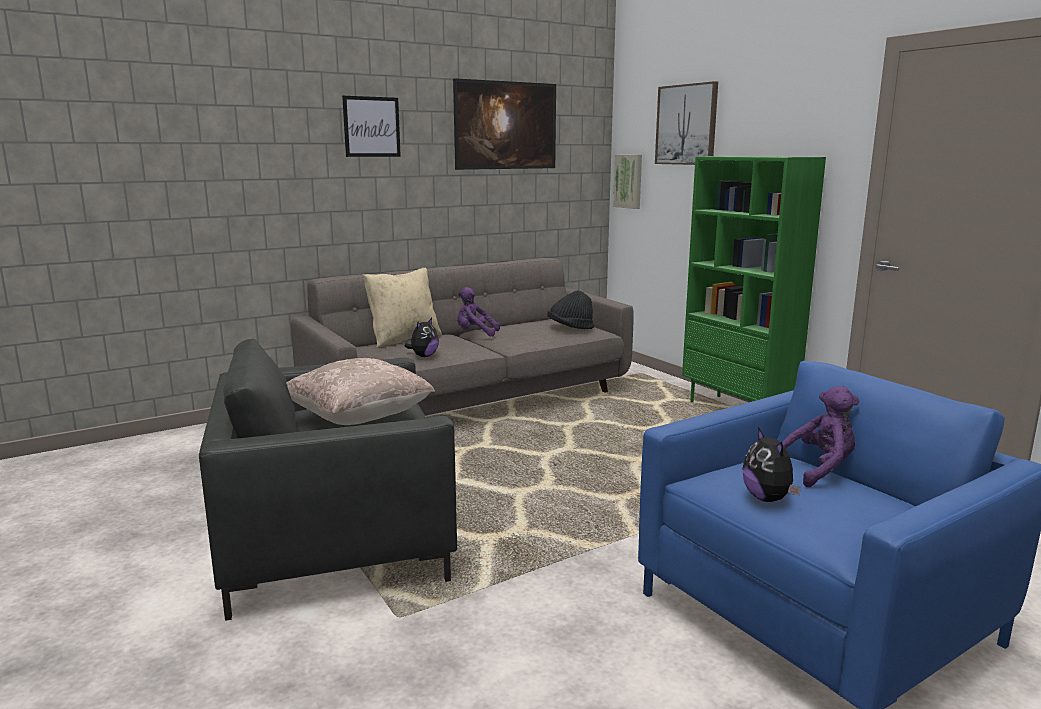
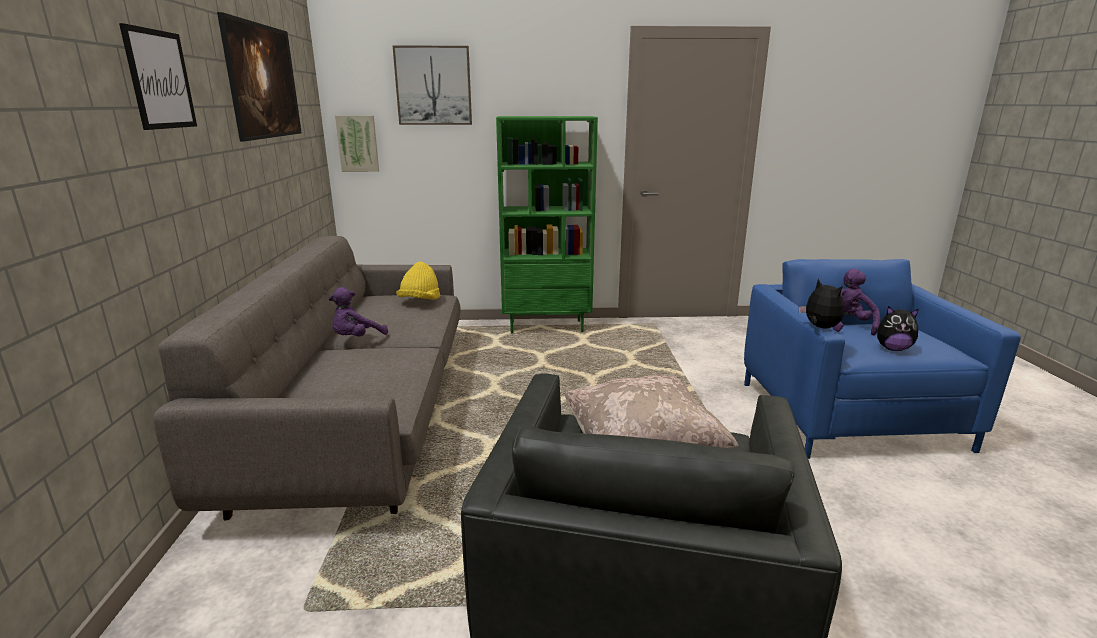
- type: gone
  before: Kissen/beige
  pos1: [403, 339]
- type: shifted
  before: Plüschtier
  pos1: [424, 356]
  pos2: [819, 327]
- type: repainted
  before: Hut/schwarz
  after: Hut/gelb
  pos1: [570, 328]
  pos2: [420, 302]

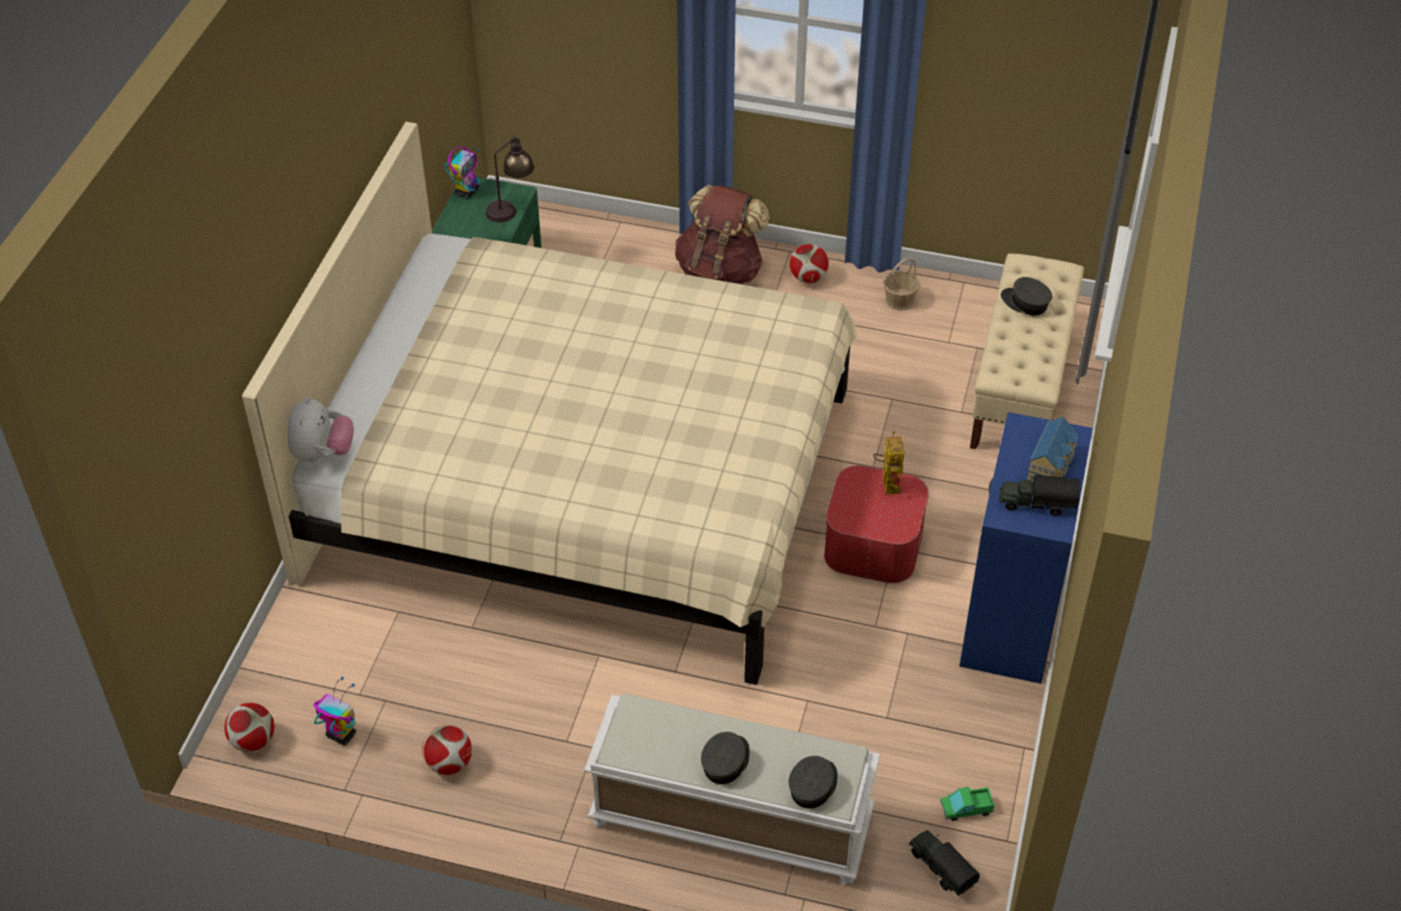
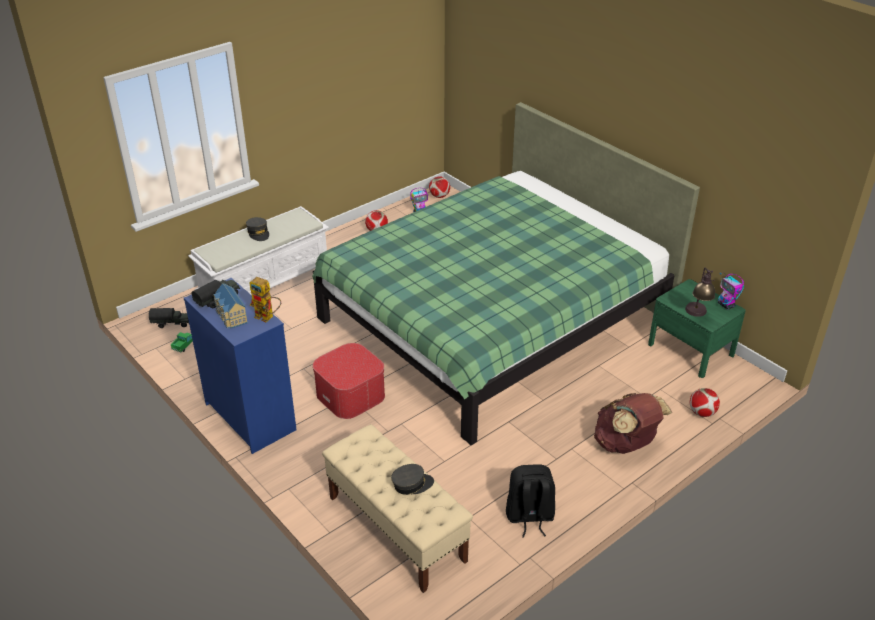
- type: gone
  before: Plüschtier
  pos1: [322, 453]
- type: gone
  before: Kappe/grau
  pos1: [813, 786]
- type: shifted
  before: Fußball
  pos1: [808, 278]
  pos2: [702, 413]
- type: shifted
  before: Spielzeugroboter
  pos1: [888, 481]
  pos2: [268, 317]
- type: swapped
  before: Korb
  after: Rucksack/schwarz
  pos1: [900, 300]
  pos2: [529, 517]
- type: repainted
  before: Bett/beige
  after: Bett/grün
  pos1: [582, 484]
  pos2: [493, 319]

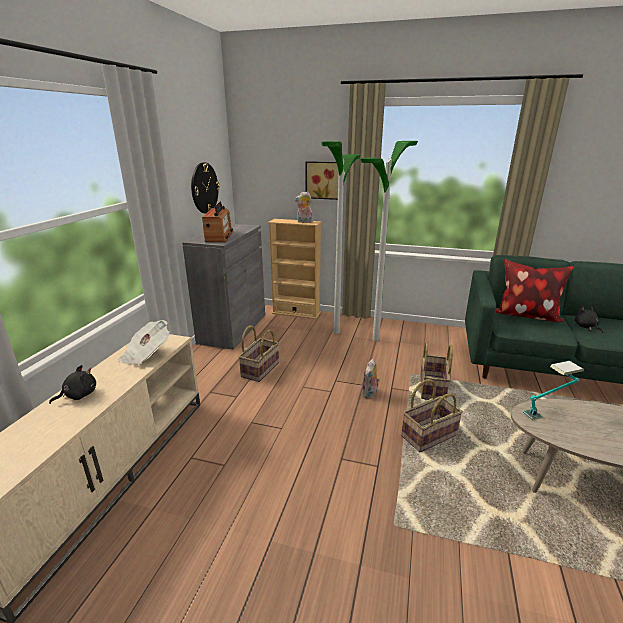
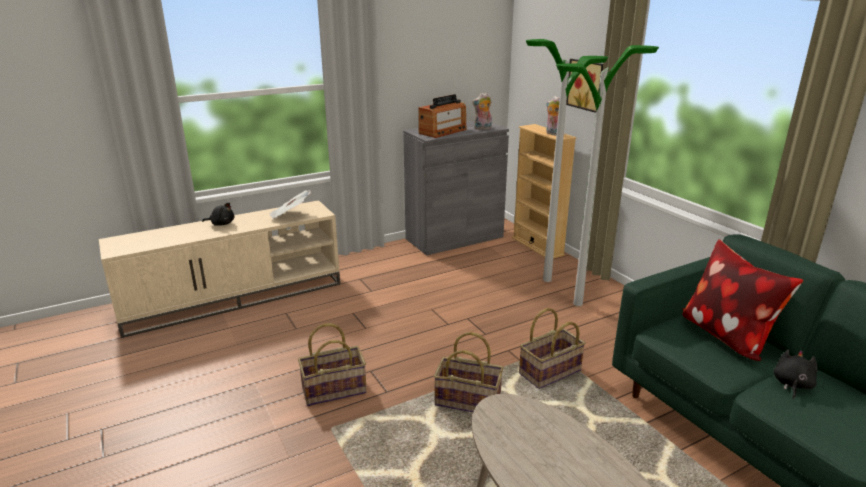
- type: gone
  before: Wanduhr
  pos1: [204, 188]
- type: gone
  before: Tischlampe
  pos1: [547, 411]
- type: shifted
  before: Korb
  pos1: [260, 369]
  pos2: [334, 389]
- type: shifted
  before: Plüschtier
  pos1: [369, 394]
  pos2: [482, 128]

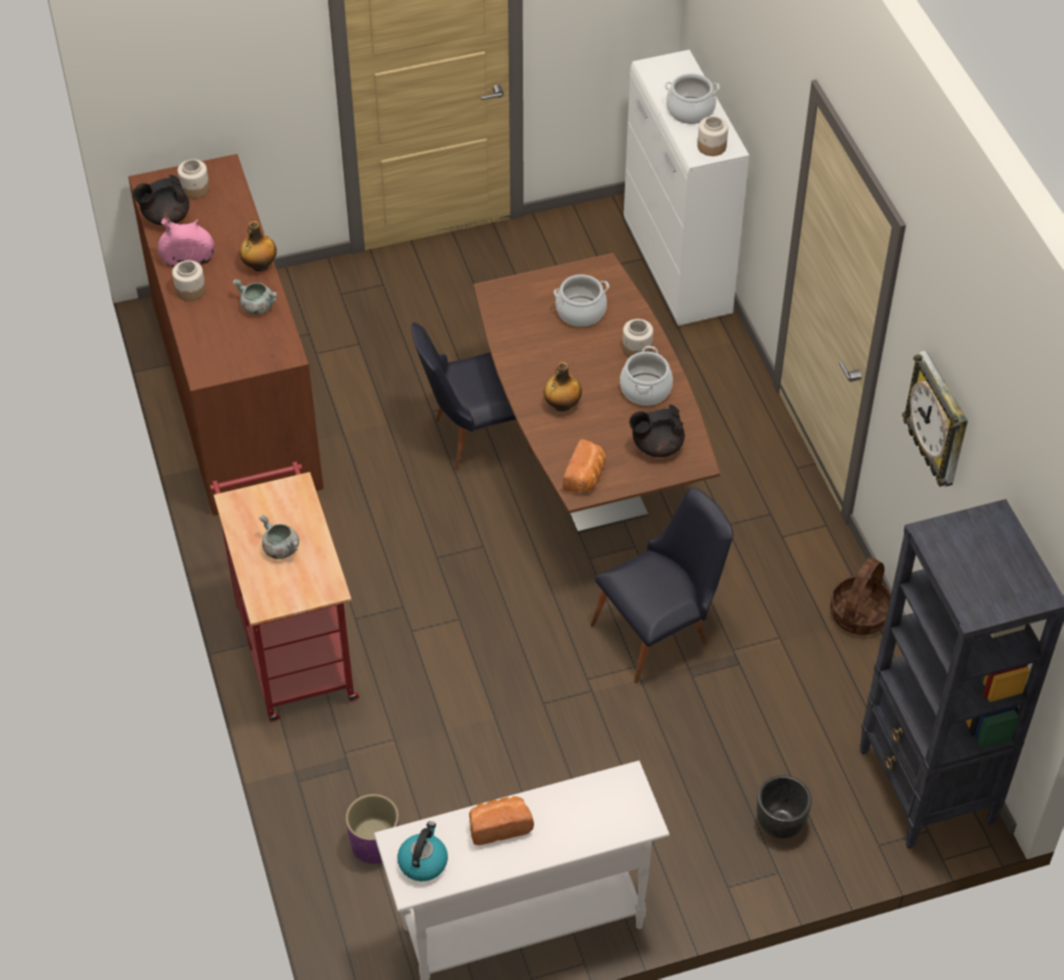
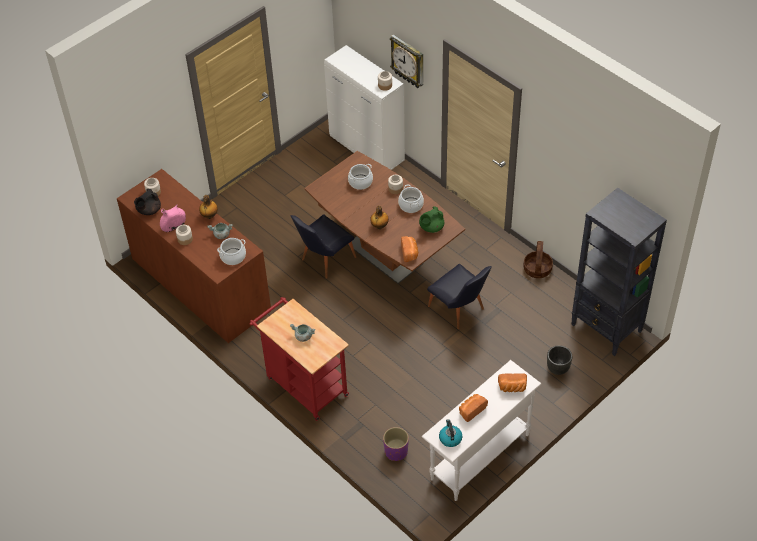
- type: new
  after: Brot
  pos2: [512, 388]
- type: shifted
  before: Kochtopf
  pos1: [690, 111]
  pos2: [233, 257]
- type: shifted
  before: Wanduhr
  pos1: [939, 422]
  pos2: [408, 61]
- type: repainted
  before: Teekanne/schwarz
  after: Teekanne/grün
  pos1: [656, 446]
  pos2: [431, 227]
- type: rotated
  before: Stuhl/schwarz
  pos1: [660, 631]
  pos2: [459, 311]
  turn: 105

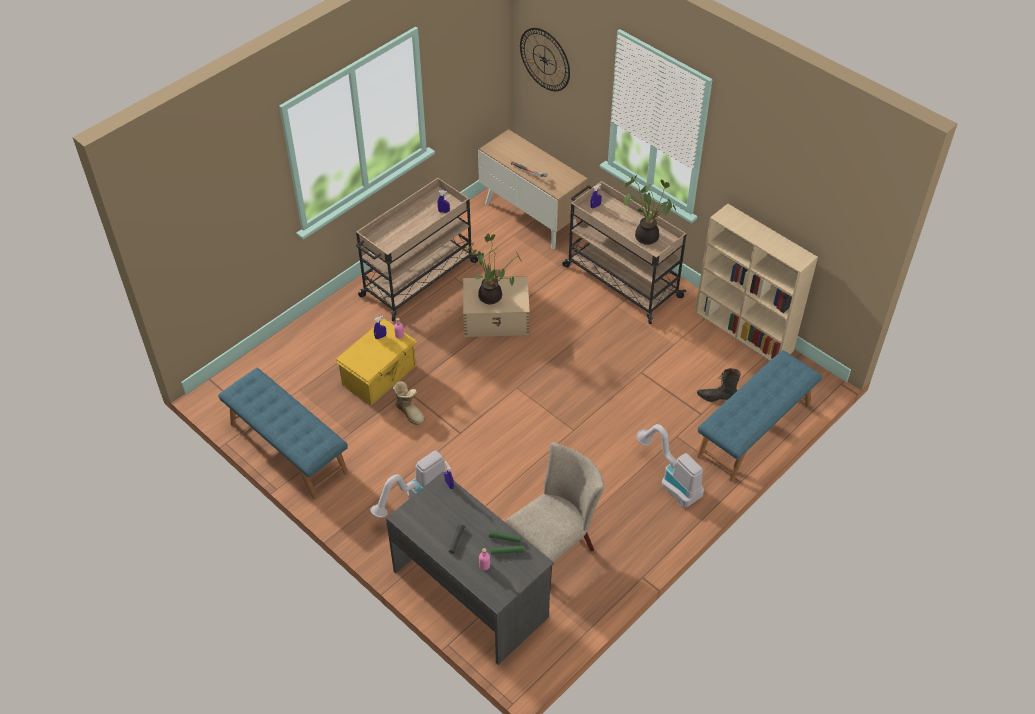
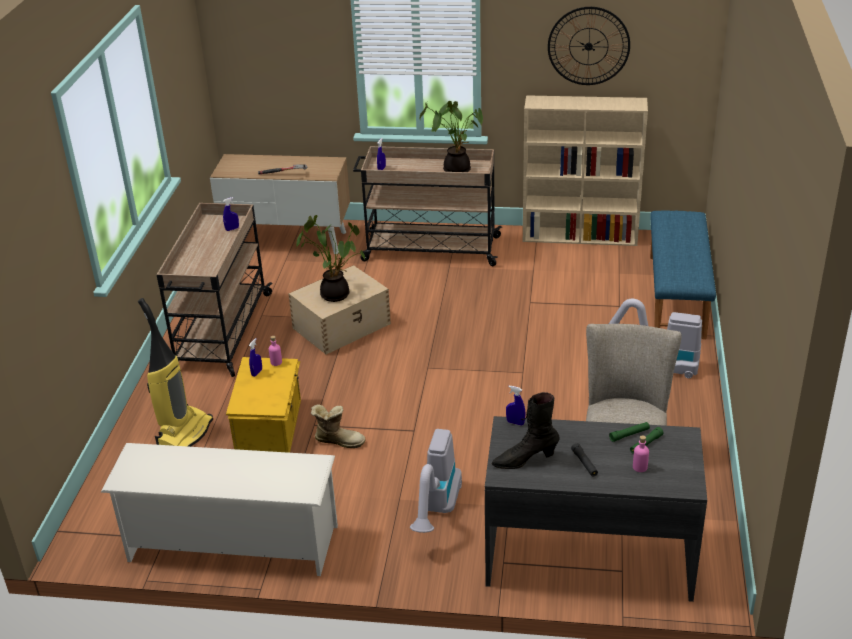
- type: new
  after: Staubsauger
  pos2: [184, 432]
- type: shifted
  before: Wanduhr
  pos1: [544, 59]
  pos2: [588, 46]
- type: shifted
  before: Stiefel/schwarz
  pos1: [717, 399]
  pos2: [525, 460]
- type: swapped
  before: Bank/blau
  after: Schuhregal/weiß
  pos1: [287, 448]
  pos2: [231, 544]

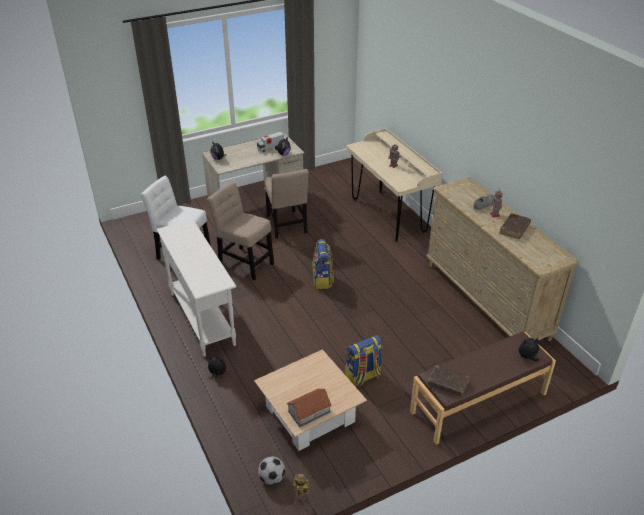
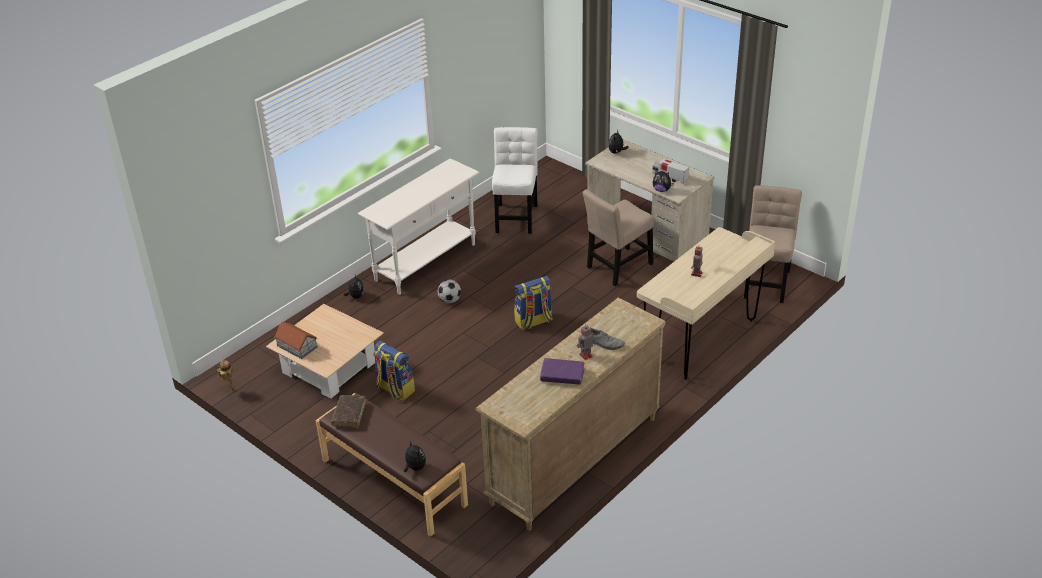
- type: shifted
  before: Stuhl/beige
  pos1: [244, 262]
  pos2: [766, 282]
- type: shifted
  before: Fußball
  pos1: [272, 478]
  pos2: [450, 300]
- type: repainted
  before: Buch/braun
  after: Buch/lila
  pos1: [514, 229]
  pos2: [562, 375]

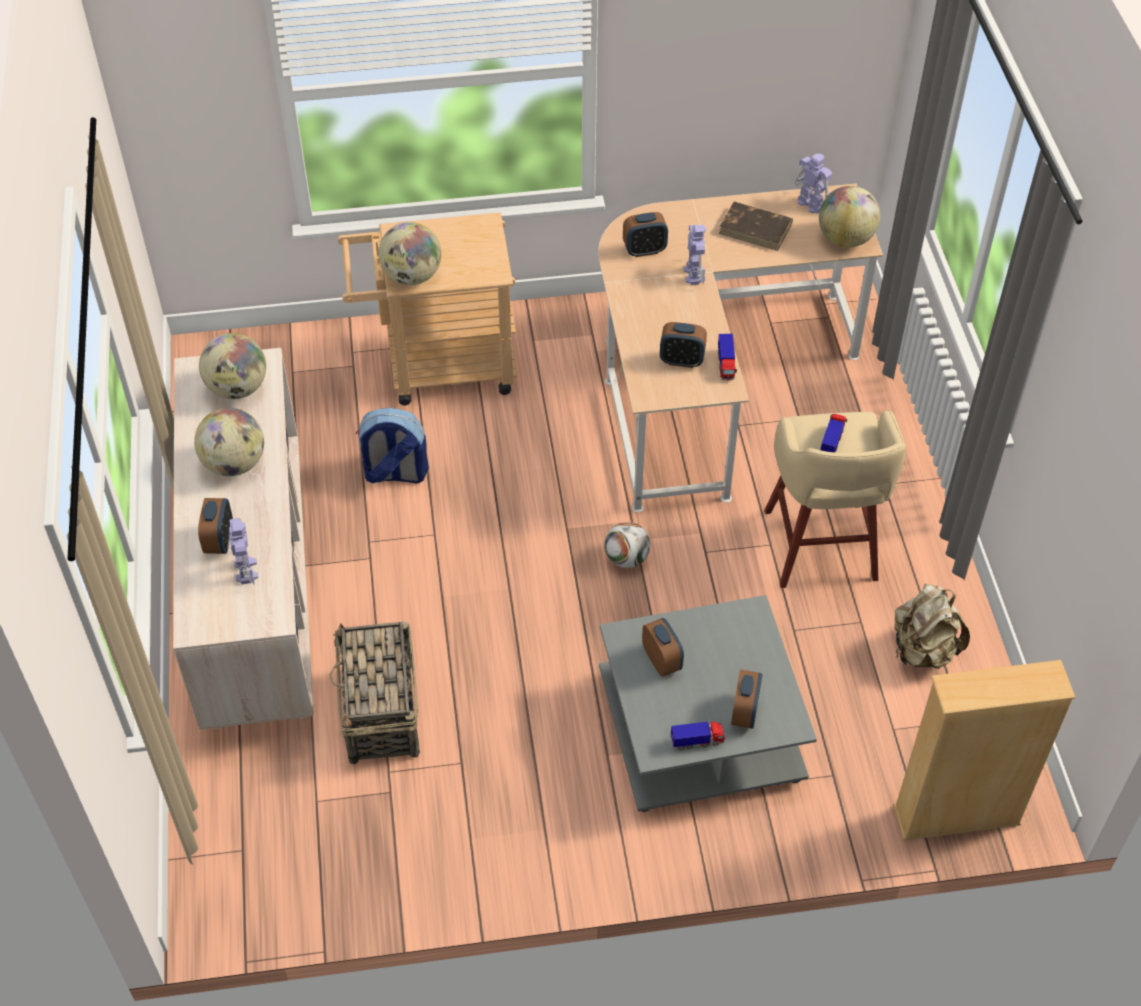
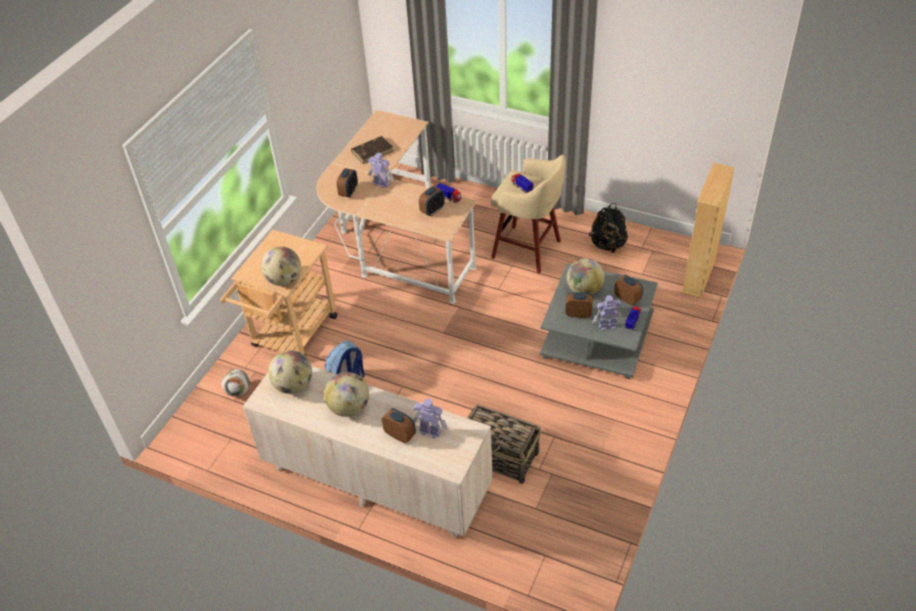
- type: shifted
  before: Fußball
  pos1: [626, 558]
  pos2: [238, 391]
- type: shifted
  before: Spielzeugroboter
  pos1: [810, 204]
  pos2: [607, 325]
- type: shifted
  before: Globus
  pos1: [845, 239]
  pos2: [584, 290]
- type: repainted
  before: Rucksack/beige
  after: Rucksack/schwarz
  pos1: [923, 650]
  pos2: [608, 245]

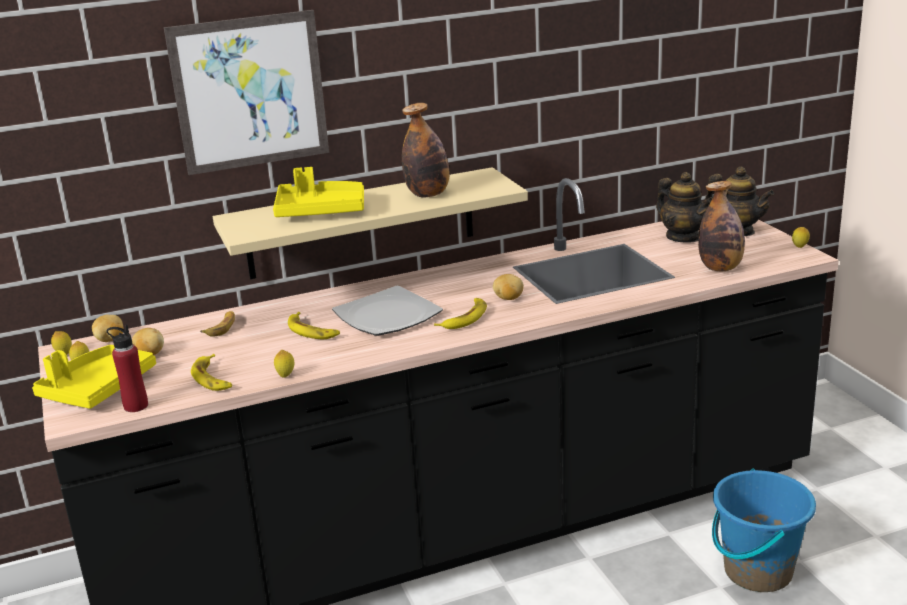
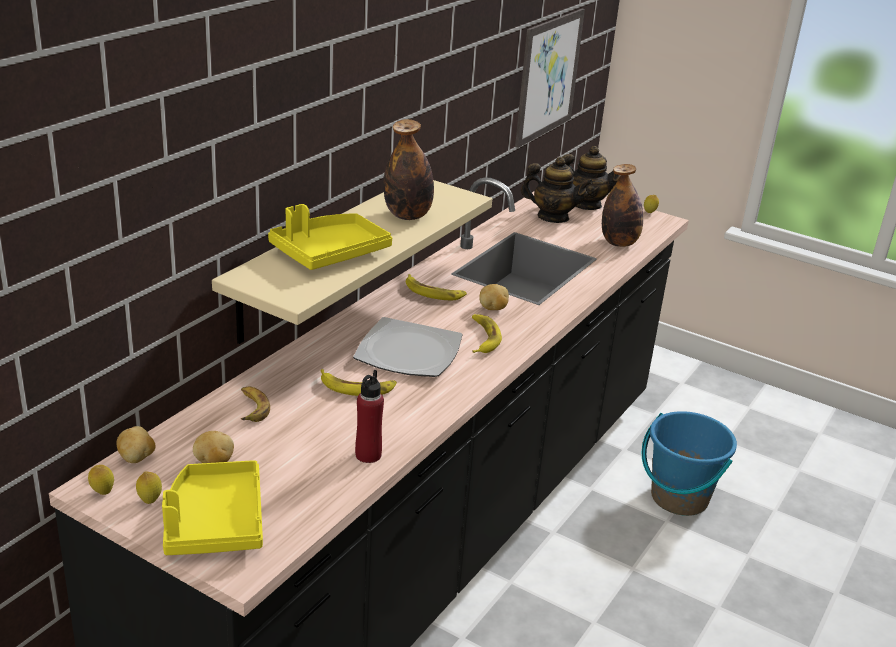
- type: gone
  before: Zitrone
  pos1: [285, 375]
- type: shifted
  before: Flasche/rot
  pos1: [135, 406]
  pos2: [368, 455]
- type: shifted
  before: Bild
  pos1: [250, 92]
  pos2: [549, 76]
- type: shifted
  before: Banane
  pos1: [213, 378]
  pos2: [433, 292]

